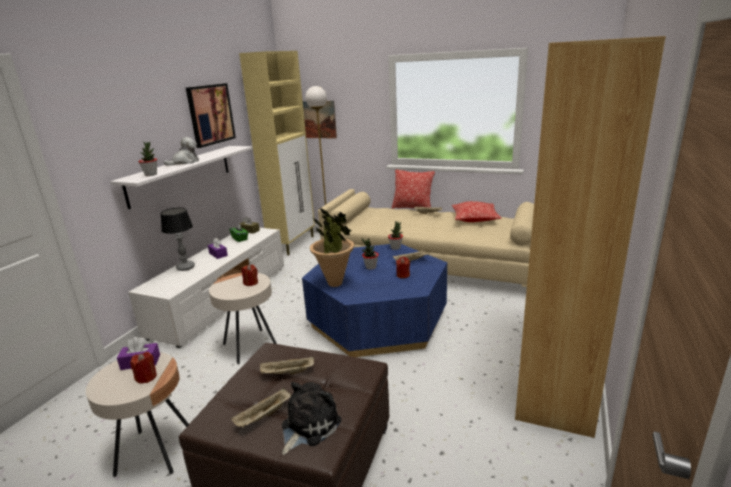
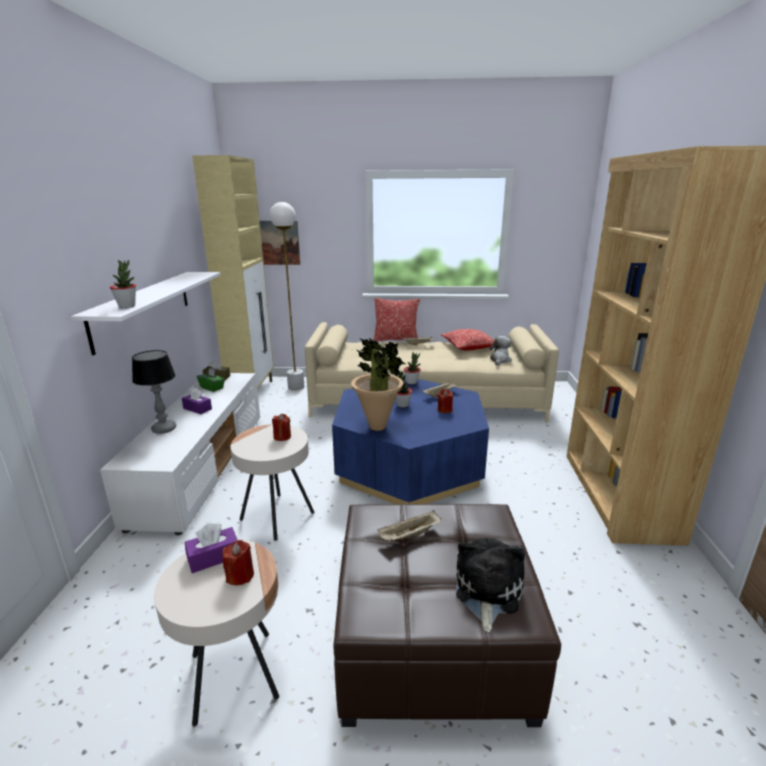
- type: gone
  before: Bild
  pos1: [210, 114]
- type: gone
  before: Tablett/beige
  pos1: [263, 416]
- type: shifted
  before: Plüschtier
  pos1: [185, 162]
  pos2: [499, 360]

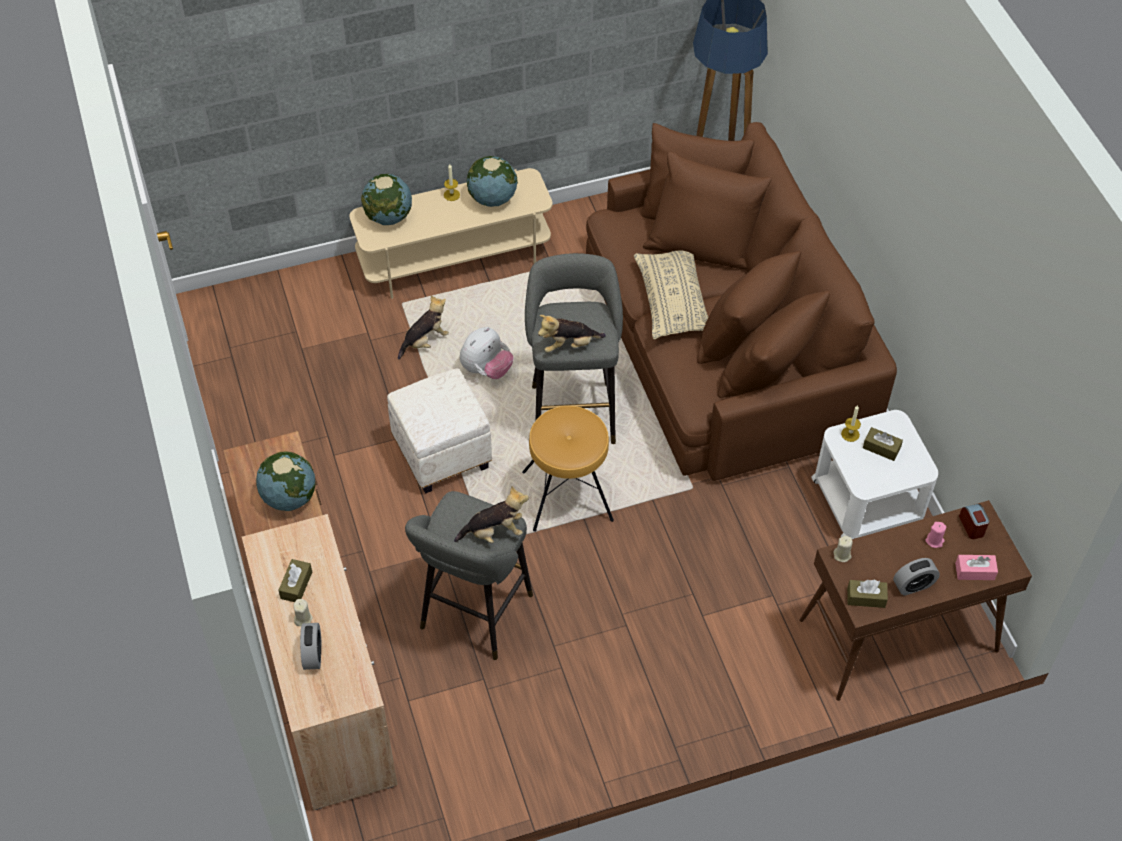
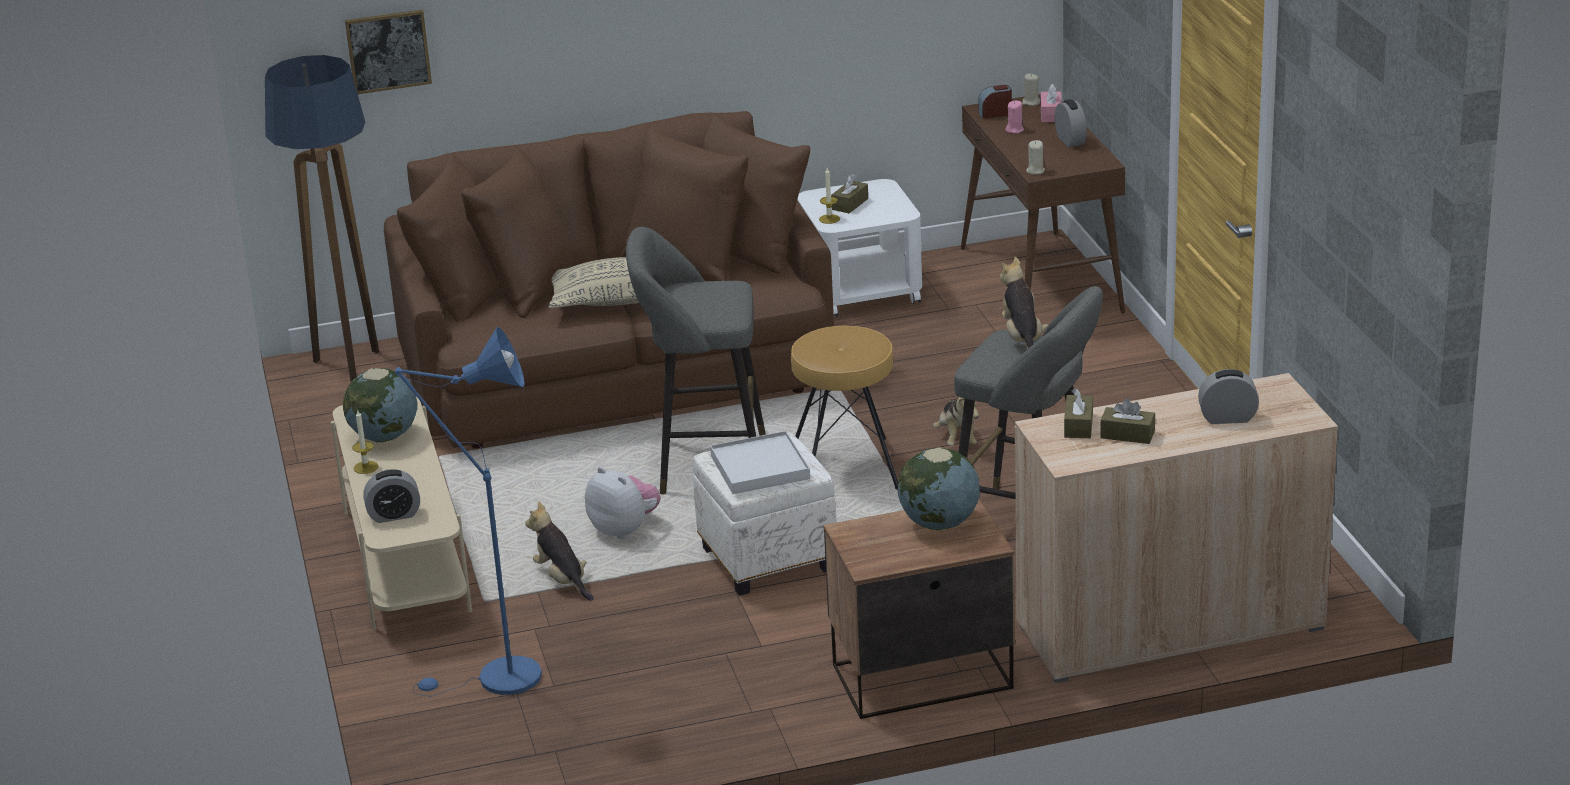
- type: new
  after: Bild
  pos2: [388, 51]
- type: new
  after: Stehlampe/blau
  pos2: [498, 679]
- type: new
  after: Tablett/weiß
  pos2: [760, 467]
- type: shifted
  before: Kerze/beige
  pos1: [303, 618]
  pos2: [1031, 102]
- type: shifted
  before: Plüschtier
  pos1: [569, 345]
  pos2: [957, 438]
- type: shifted
  before: Taschentuchbox/braun
  pos1: [866, 598]
  pos2: [1078, 426]
- type: swapped
  before: Globus
  after: Wecker
  pos1: [388, 217]
  pos2: [394, 515]

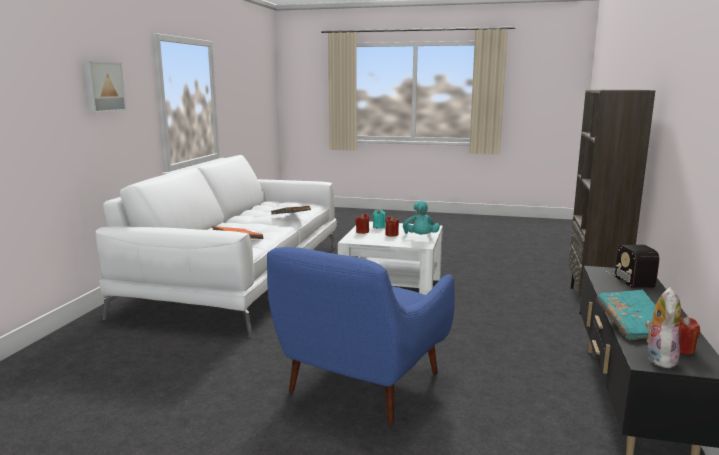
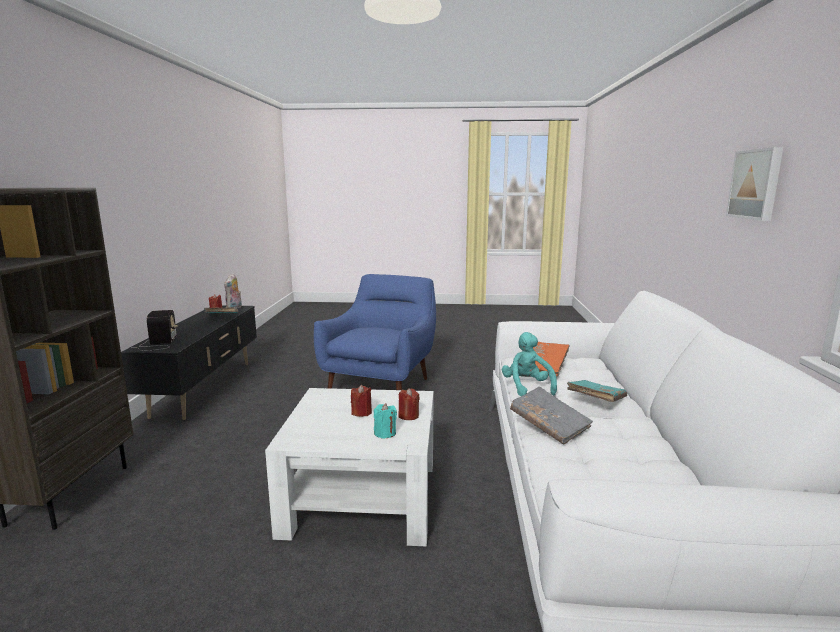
- type: new
  after: Buch/türkis
  pos2: [596, 400]
- type: shifted
  before: Plüschtier/türkis
  pos1: [420, 238]
  pos2: [527, 387]

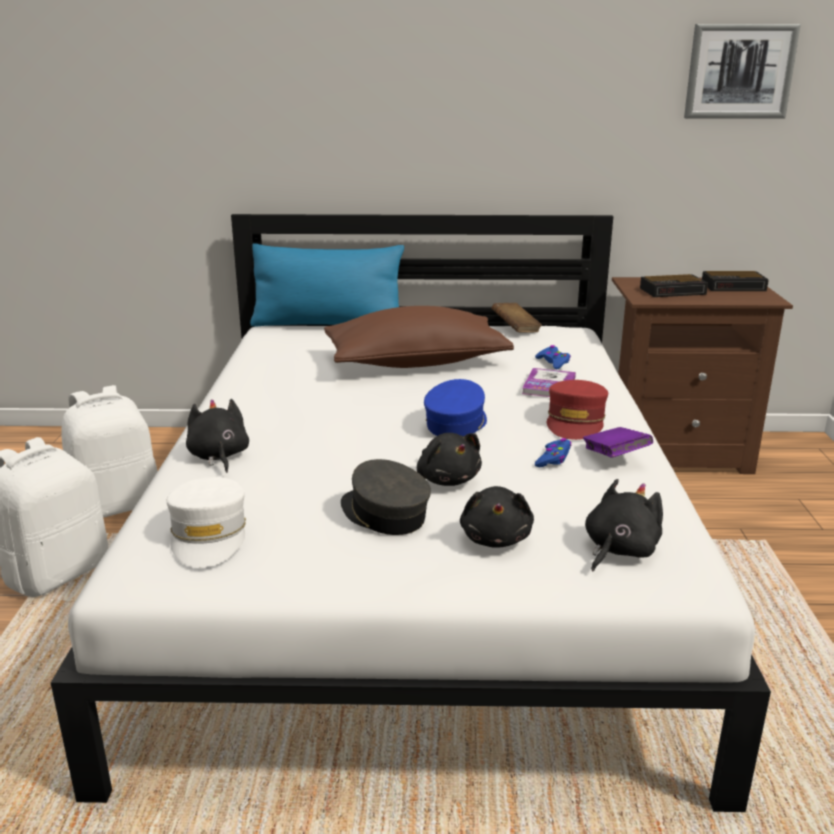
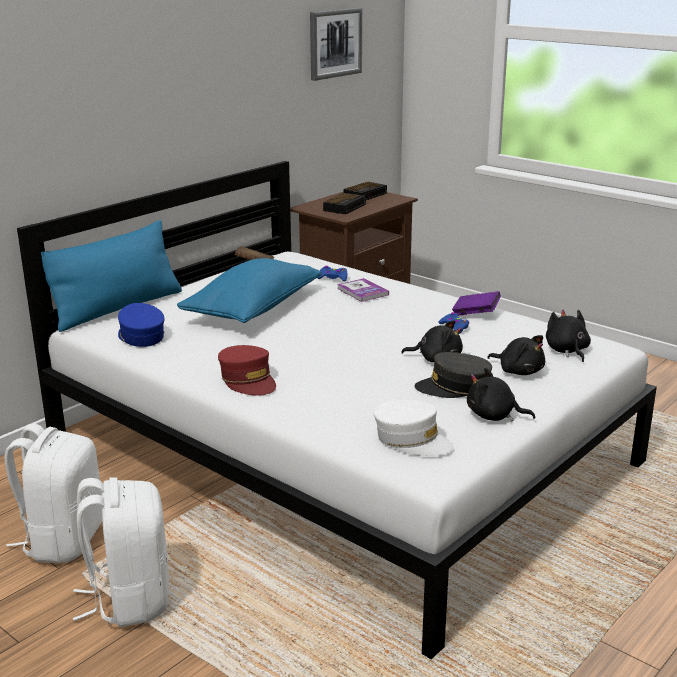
- type: shifted
  before: Plüschtier/schwarz
  pos1: [219, 456]
  pos2: [494, 416]
- type: shifted
  before: Kappe/blau
  pos1: [456, 423]
  pos2: [140, 336]
- type: shifted
  before: Kappe/rot
  pos1: [575, 422]
  pos2: [248, 380]
- type: repainted
  before: Kissen/braun
  after: Kissen/blau
  pos1: [416, 363]
  pos2: [253, 309]

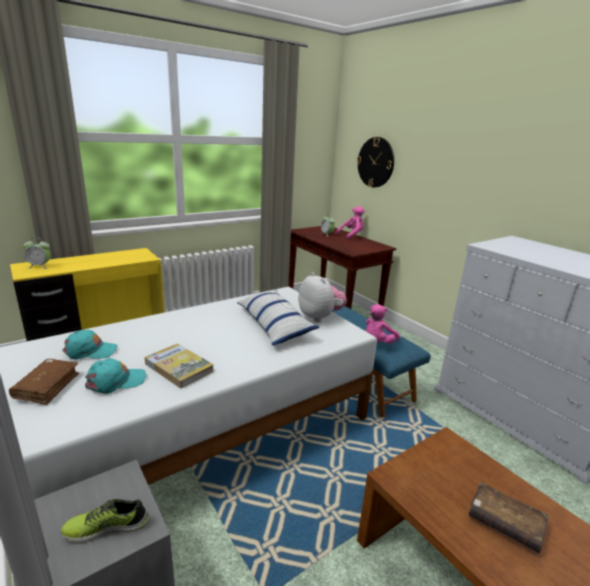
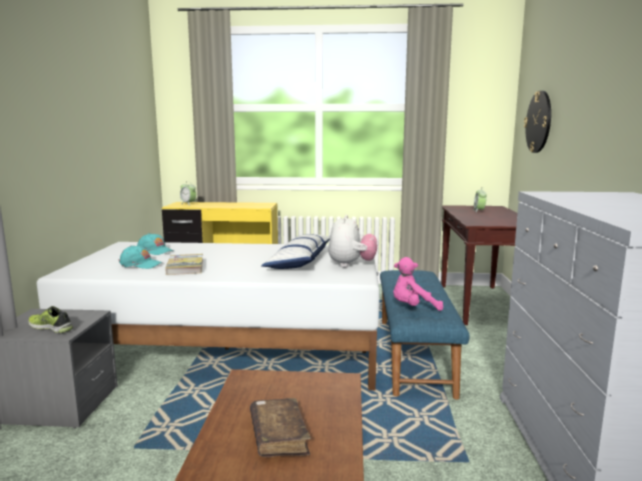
- type: gone
  before: Buch/braun
  pos1: [47, 387]
- type: gone
  before: Plüschtier/rosa
  pos1: [351, 236]

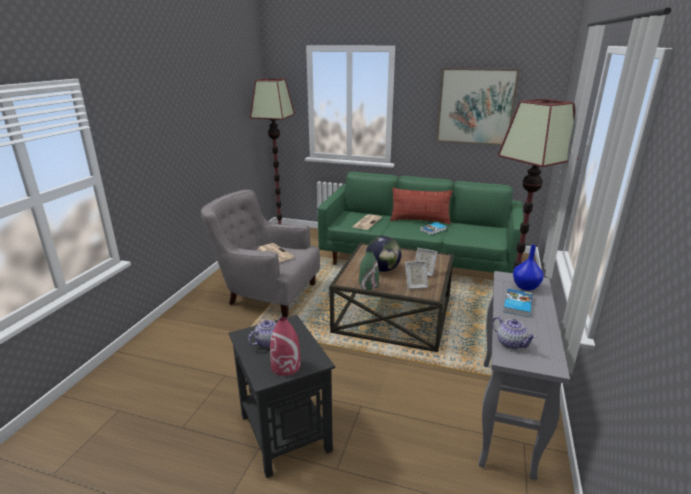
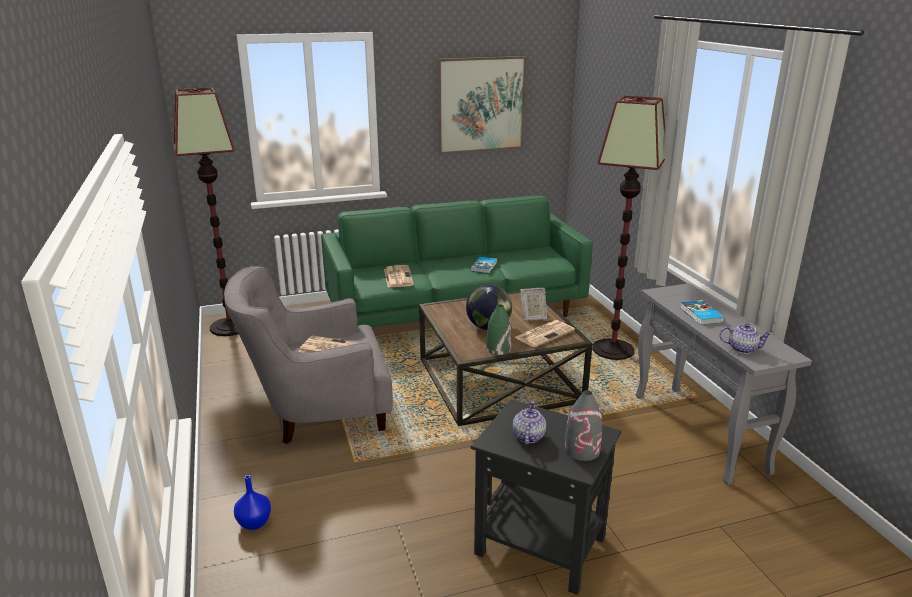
- type: gone
  before: Kissen
  pos1: [420, 220]
- type: shifted
  before: Vase/blau
  pos1: [525, 287]
  pos2: [253, 523]
- type: swapped
  before: Bilderrahmen
  after: Zeitung
  pos1: [415, 286]
  pos2: [544, 334]
- type: repainted
  before: Vase/rot
  after: Vase/grau
  pos1: [286, 366]
  pos2: [582, 450]

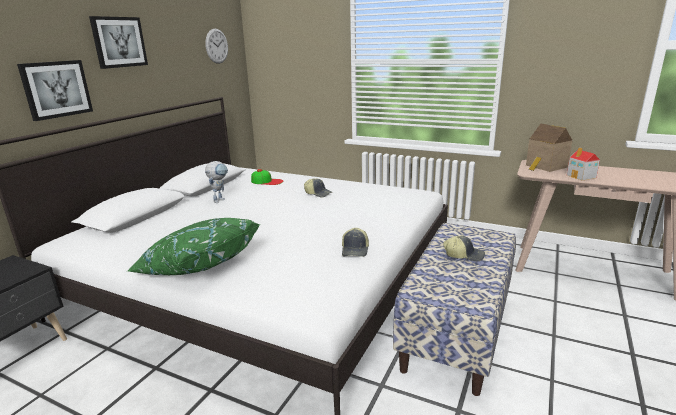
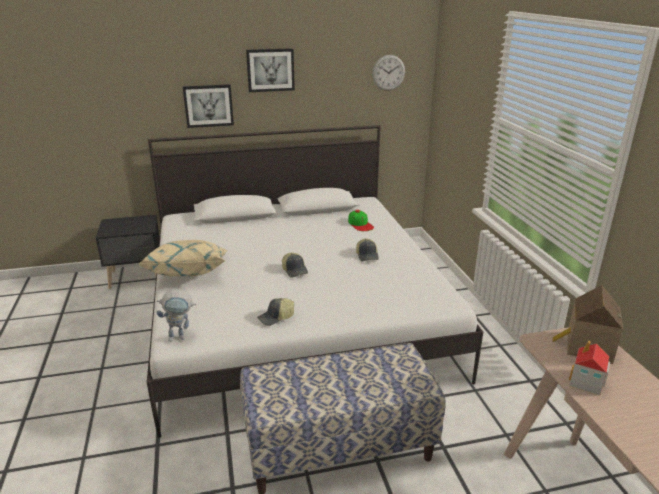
- type: shifted
  before: Spielzeugroboter
  pos1: [220, 199]
  pos2: [181, 337]
- type: shifted
  before: Kappe
  pos1: [464, 255]
  pos2: [295, 270]
- type: repainted
  before: Kissen/grün
  after: Kissen/beige
  pos1: [198, 267]
  pos2: [189, 272]

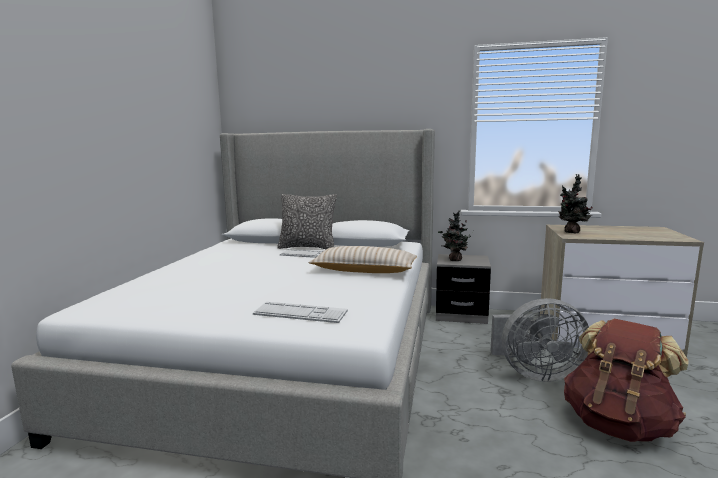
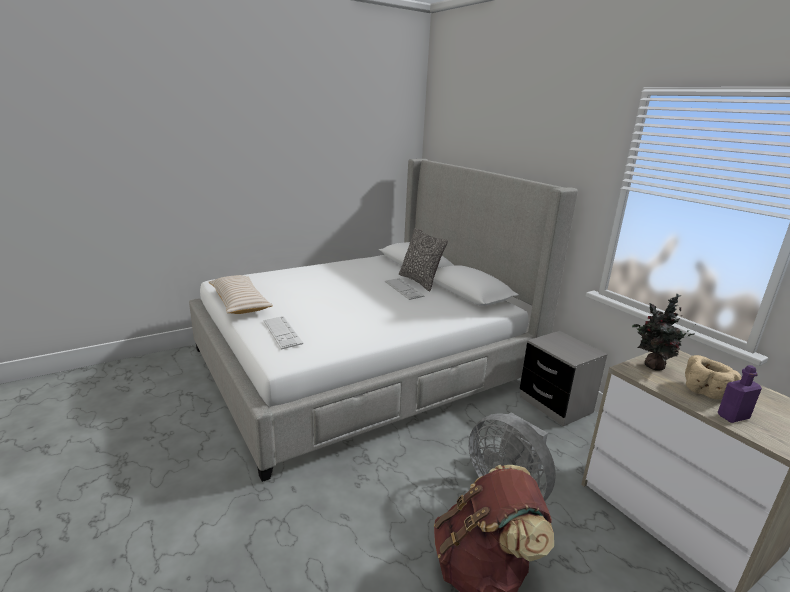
- type: gone
  before: Topfpflanze
  pos1: [454, 260]
- type: new
  after: Schüssel/beige
  pos2: [706, 391]
- type: new
  after: Flasche/lila
  pos2: [733, 417]
- type: shifted
  before: Kissen/beige
  pos1: [364, 271]
  pos2: [239, 303]

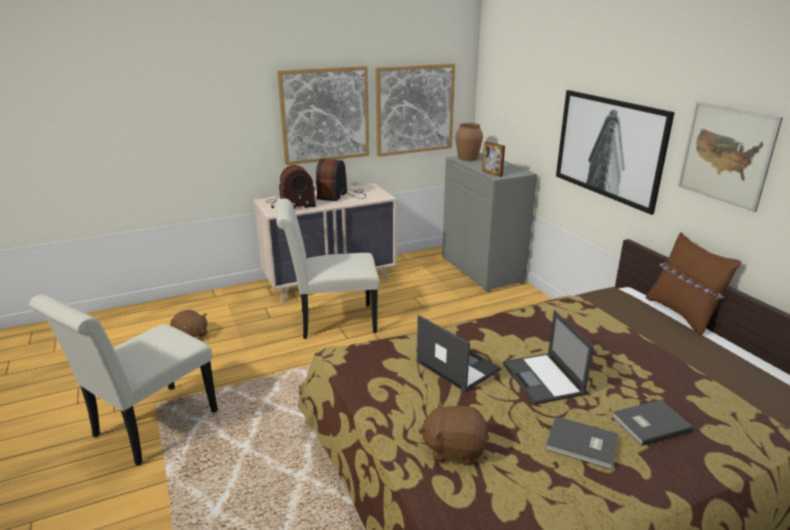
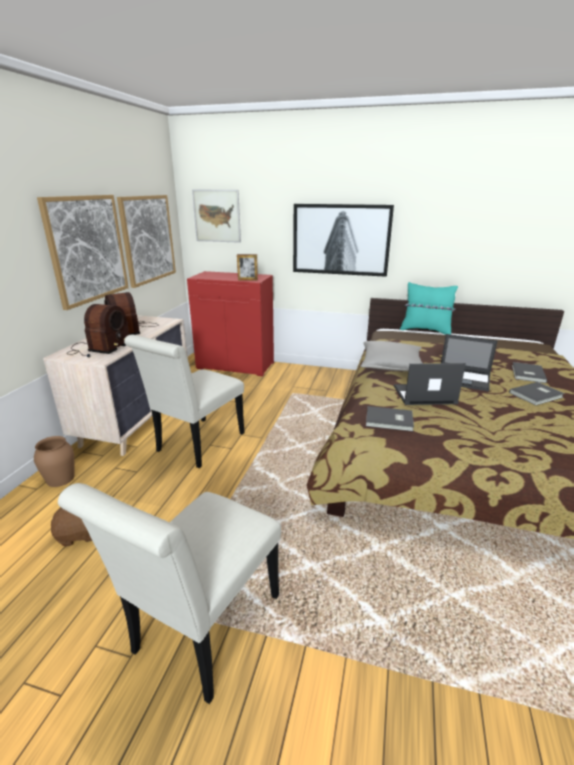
- type: gone
  before: Plüschtier/braun
  pos1: [454, 449]
- type: new
  after: Kissen/grau
  pos2: [391, 365]
- type: new
  after: Buch/grau
  pos2: [390, 421]
- type: shifted
  before: Vase/braun
  pos1: [468, 158]
  pos2: [61, 478]
- type: shifted
  before: Bild
  pos1: [726, 155]
  pos2: [217, 216]
- type: repainted
  before: Schrank/grau
  after: Schrank/rot
  pos1: [483, 270]
  pos2: [236, 365]
- type: repainted
  before: Kissen/braun
  after: Kissen/türkis
  pos1: [682, 314]
  pos2: [425, 330]
- type: rotated
  before: Stuhl/weiß
  pos1: [149, 428]
  pos2: [202, 631]
  turn: 45

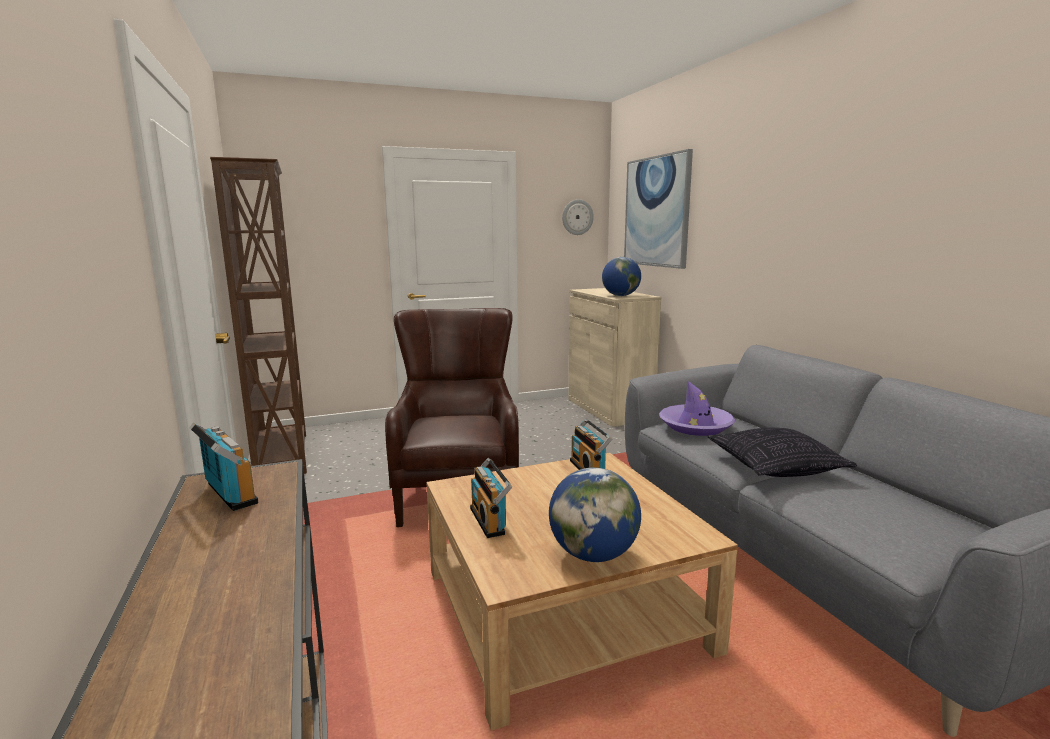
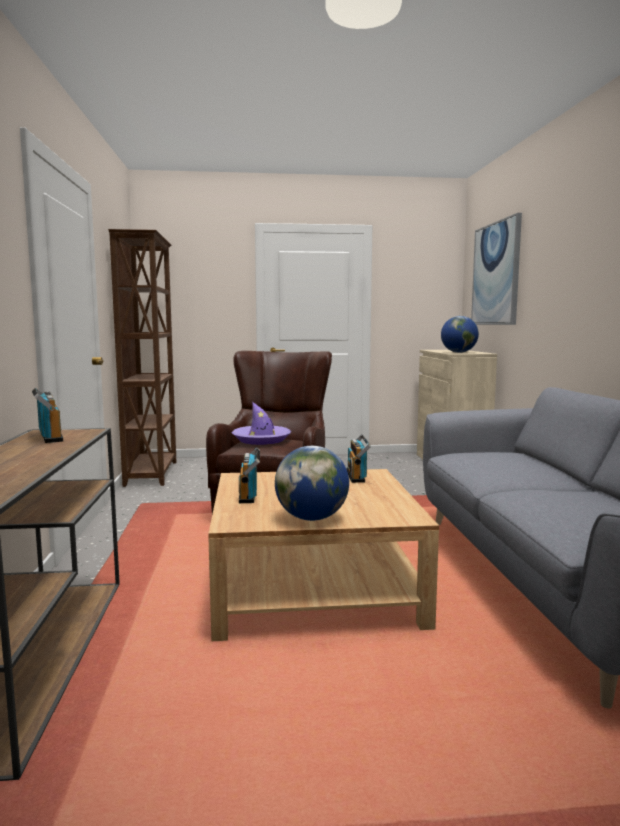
- type: gone
  before: Wanduhr
  pos1: [577, 217]
- type: gone
  before: Kissen
  pos1: [775, 467]
- type: shifted
  before: Hut/lila
  pos1: [695, 426]
  pos2: [261, 440]

